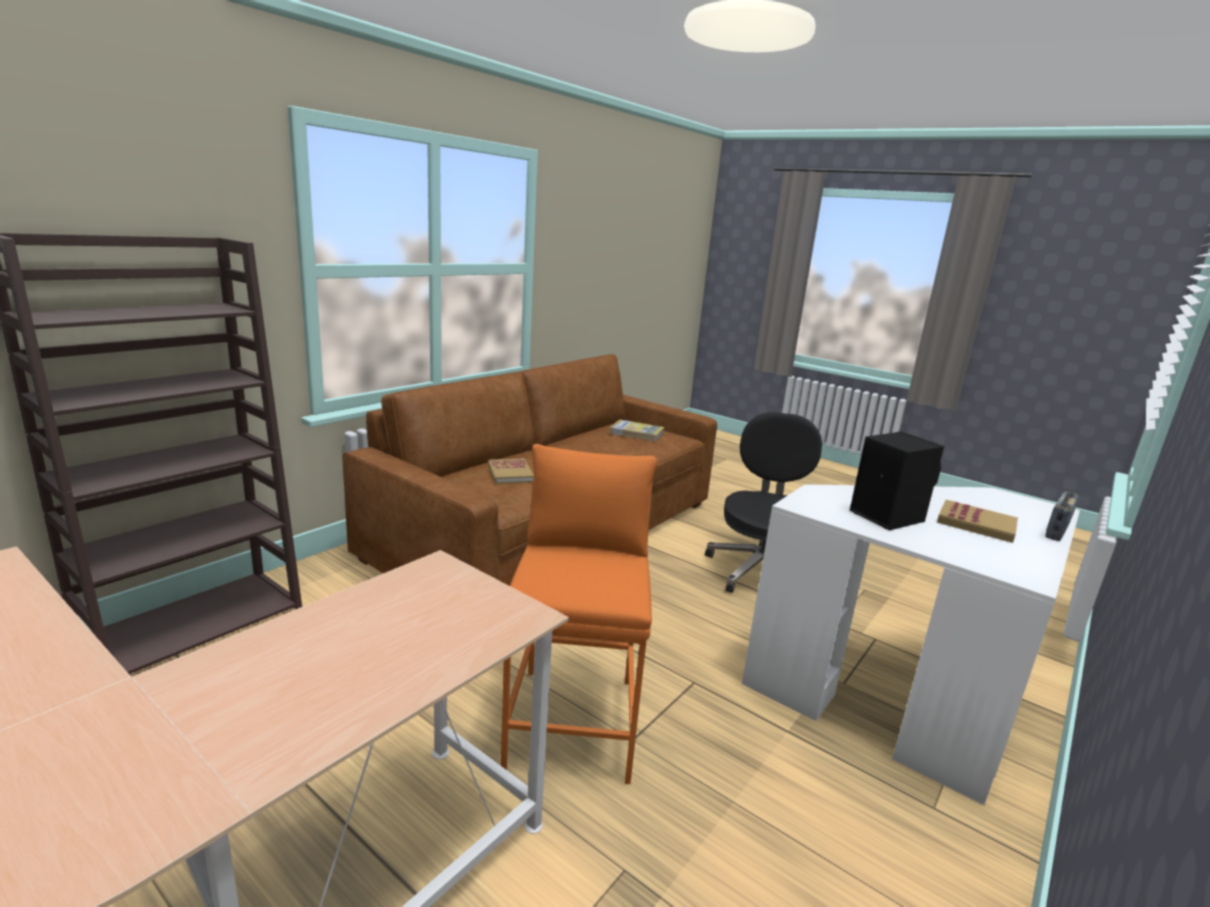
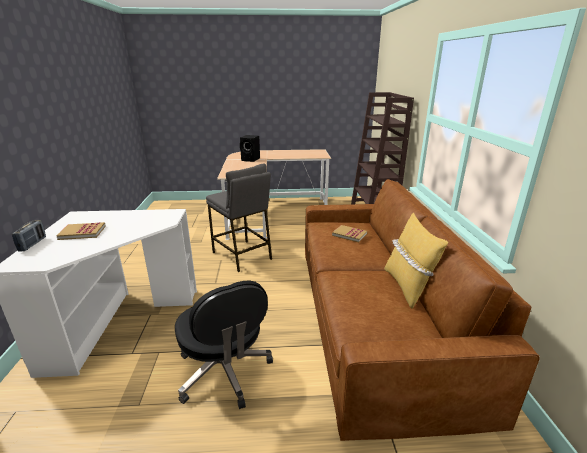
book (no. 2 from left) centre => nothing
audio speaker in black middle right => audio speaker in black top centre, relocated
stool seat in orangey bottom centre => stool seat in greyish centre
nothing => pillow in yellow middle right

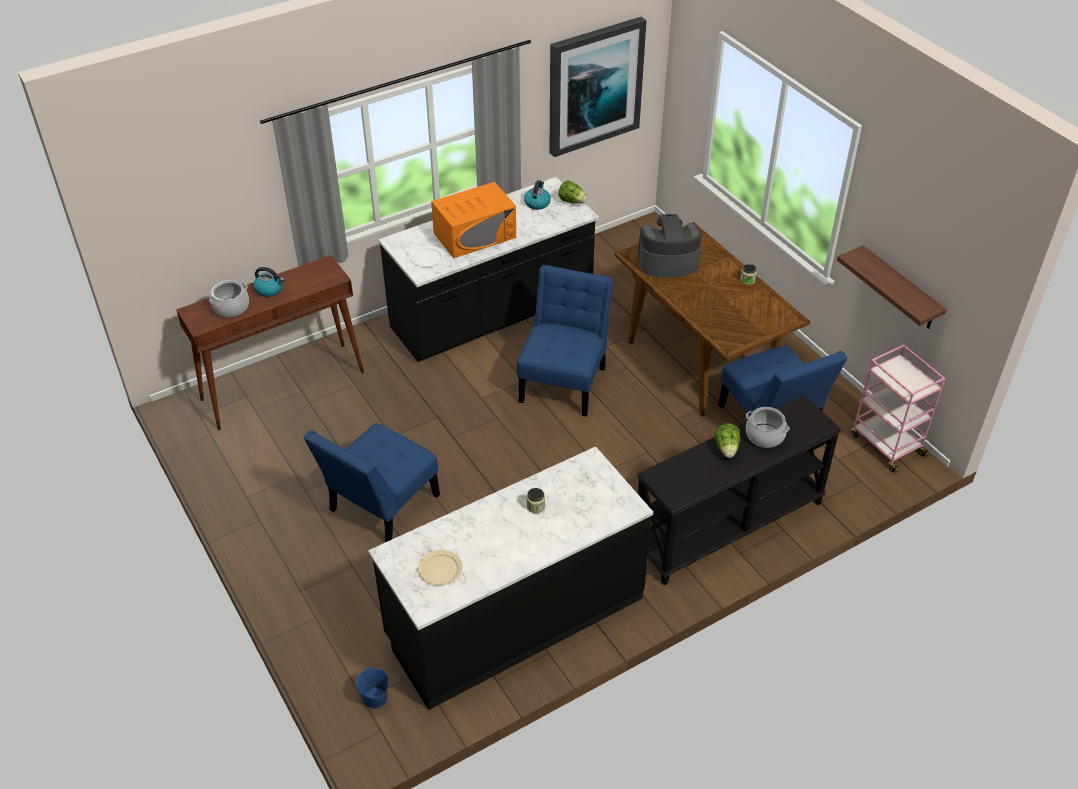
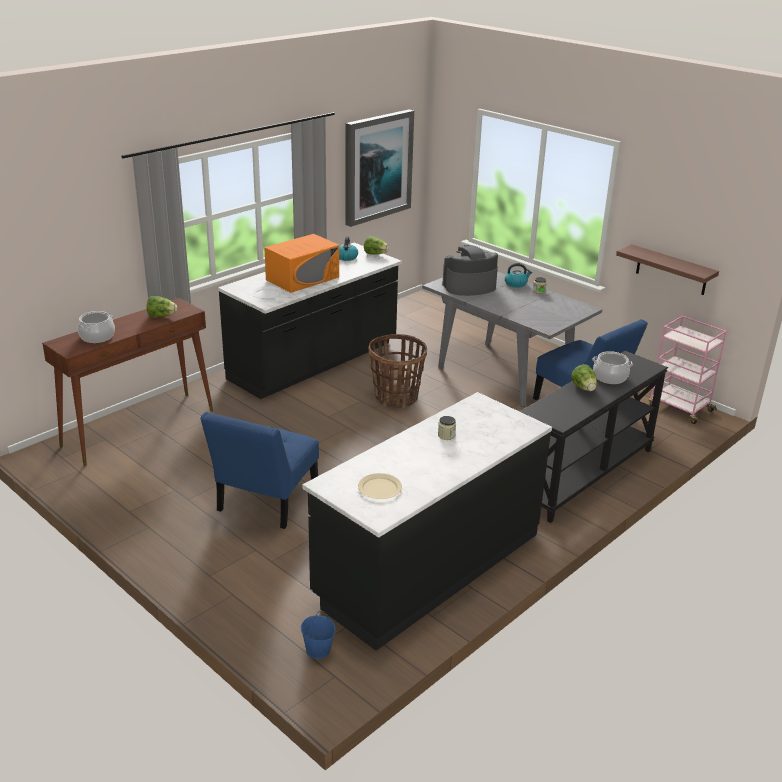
kitchen table in brown-coloured centre => kitchen table in greyish centre
plain chair in blue (no. 2 from left) centre => storage basket centre
tea kettle (no. 1 from left in the first image) middle left => tea kettle (no. 2 from left) centre, relocated
nothing => head of lettuce (no. 1 from left) middle left

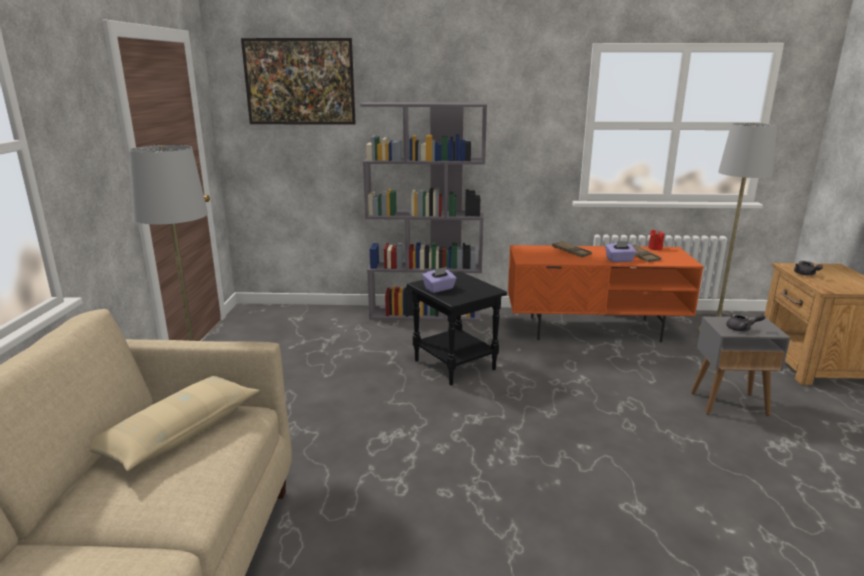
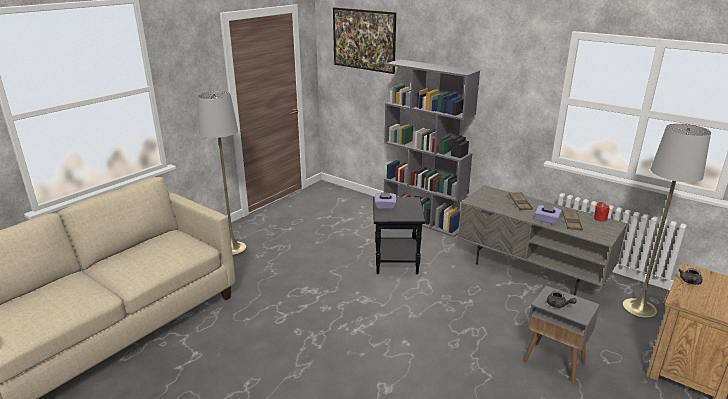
tv unit in orangey middle right => tv unit in greyish middle right
pillow in beige-coloured bottom left => nothing

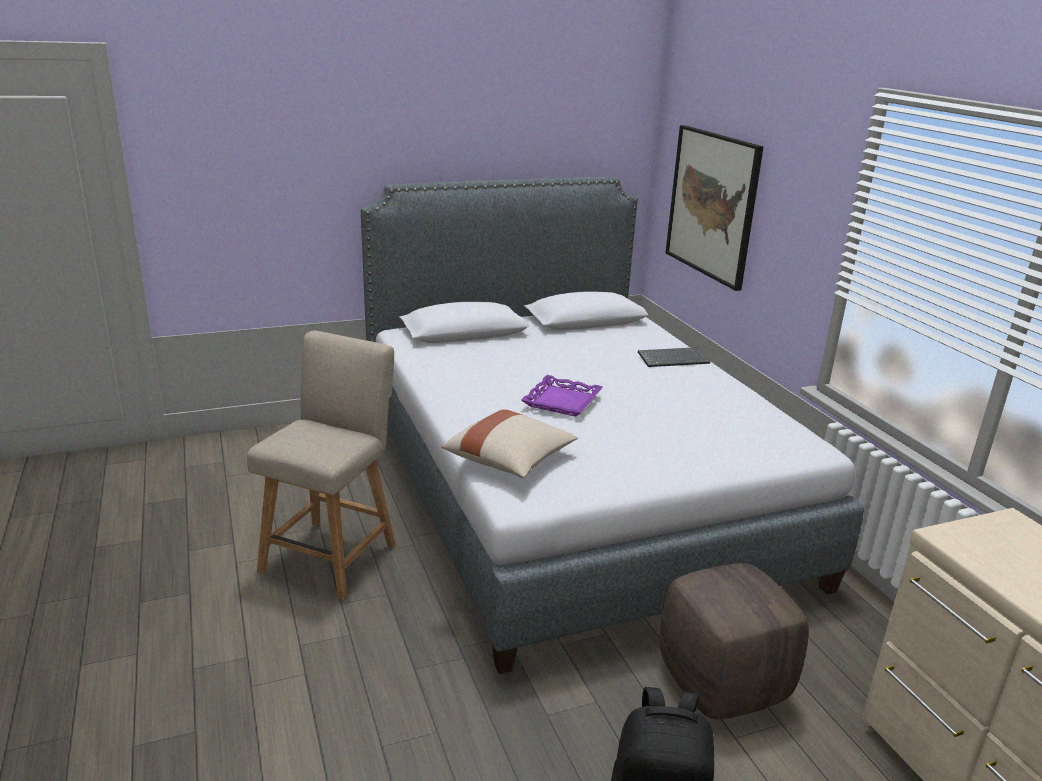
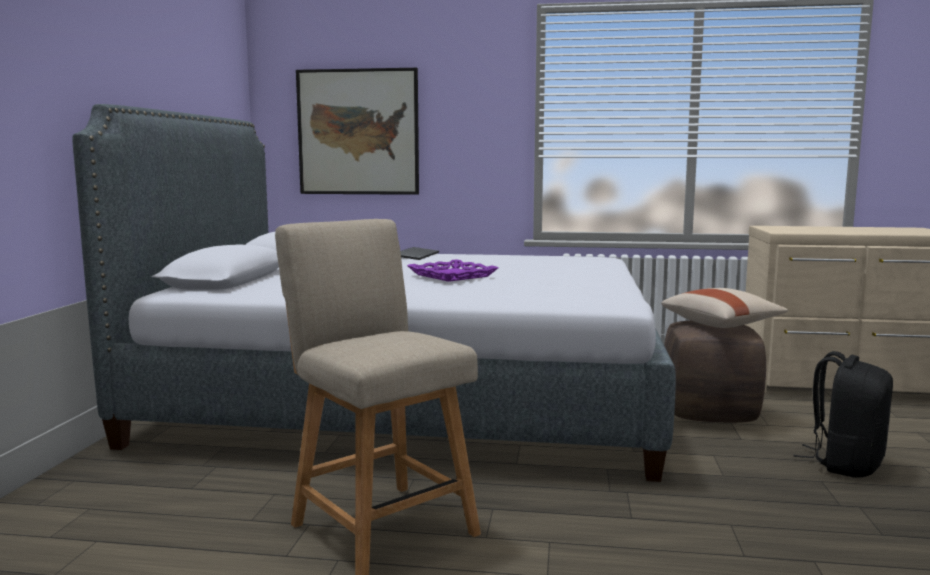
pillow in beige-coloured centre => pillow in beige-coloured middle right, relocated

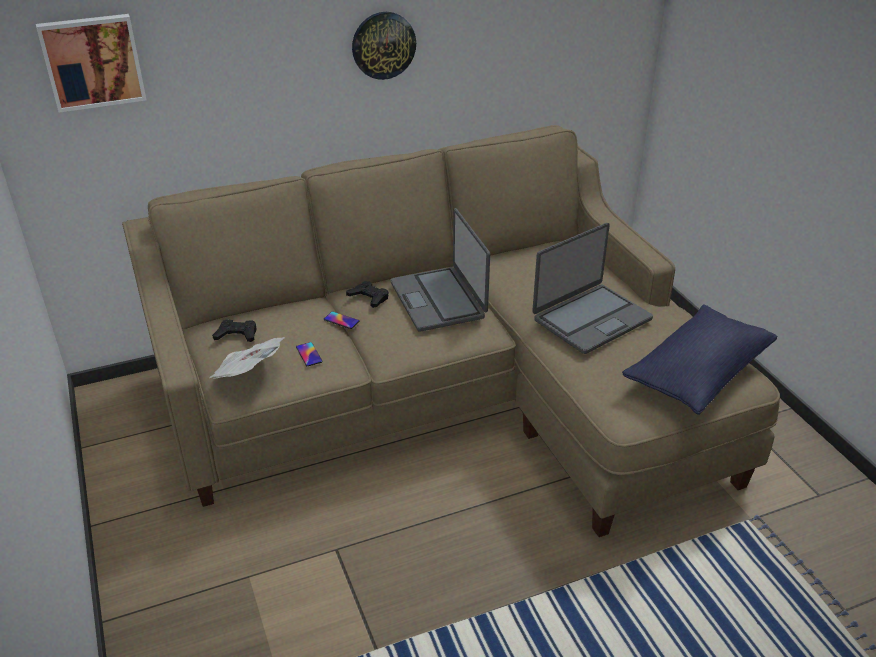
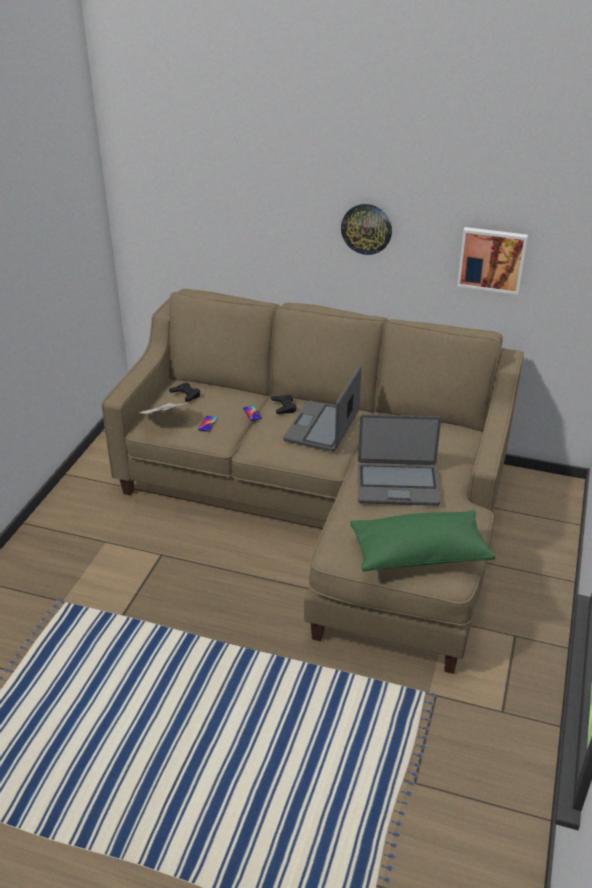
wall art top left => wall art top right, relocated
pillow in blue middle right => pillow in greenish middle right

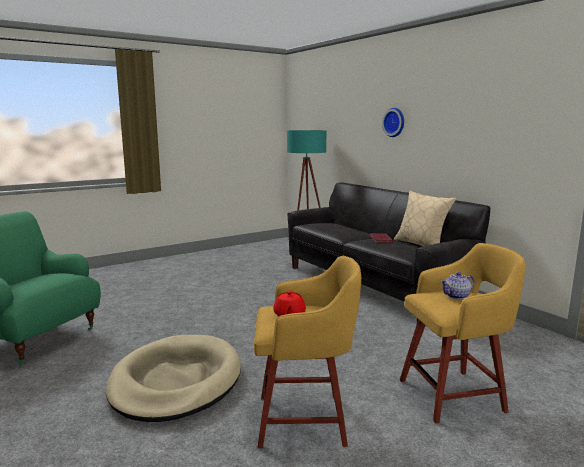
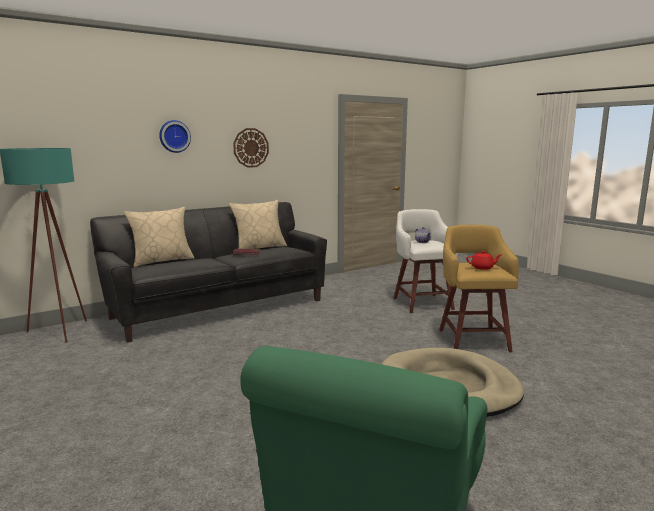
stool seat in yellow (no. 2 from left) bottom right => stool seat in white centre
nothing => clock on the wall (no. 2 from left) top centre
nothing => pillow in beige-coloured (no. 1 from left) middle left

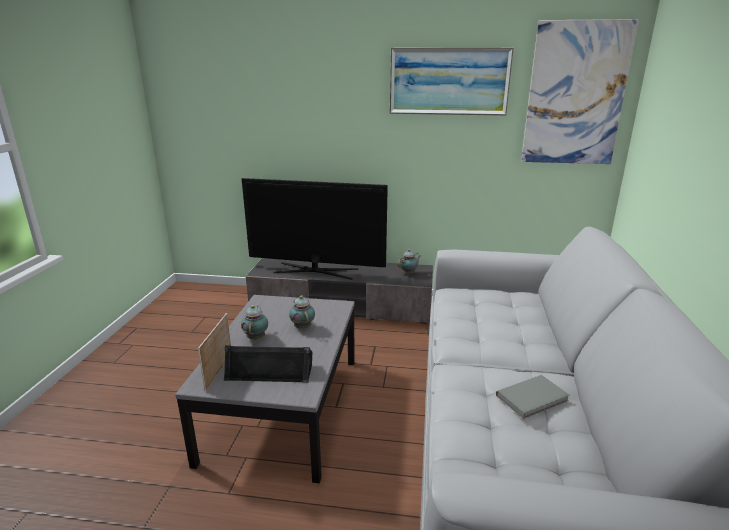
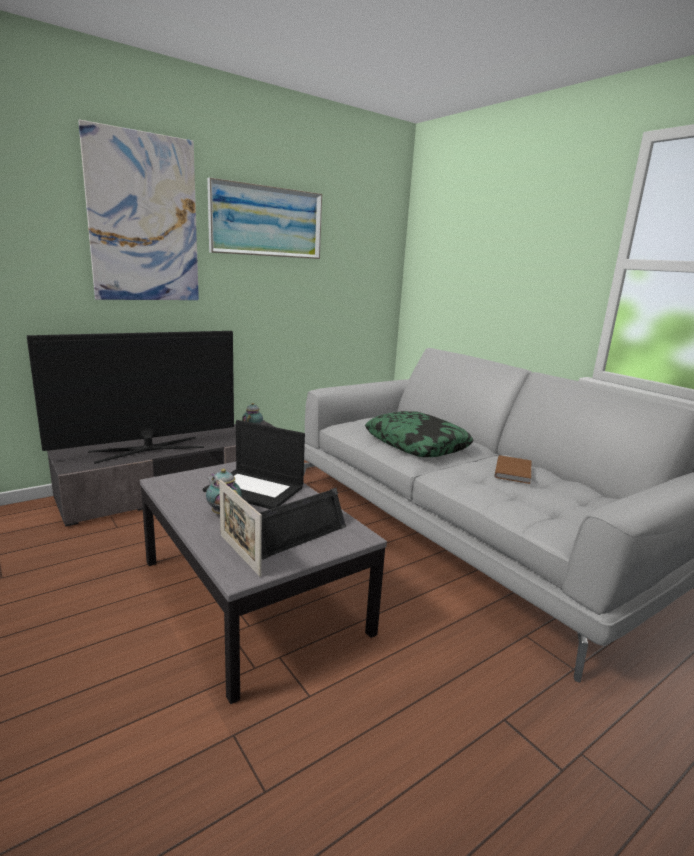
wall art (no. 2 from left in the first image) top right => wall art (no. 1 from left) top left, relocated
teapot (no. 2 from left) centre => laptop centre
book in greyish bottom right => book in brown-coloured middle right
nothing => pillow centre

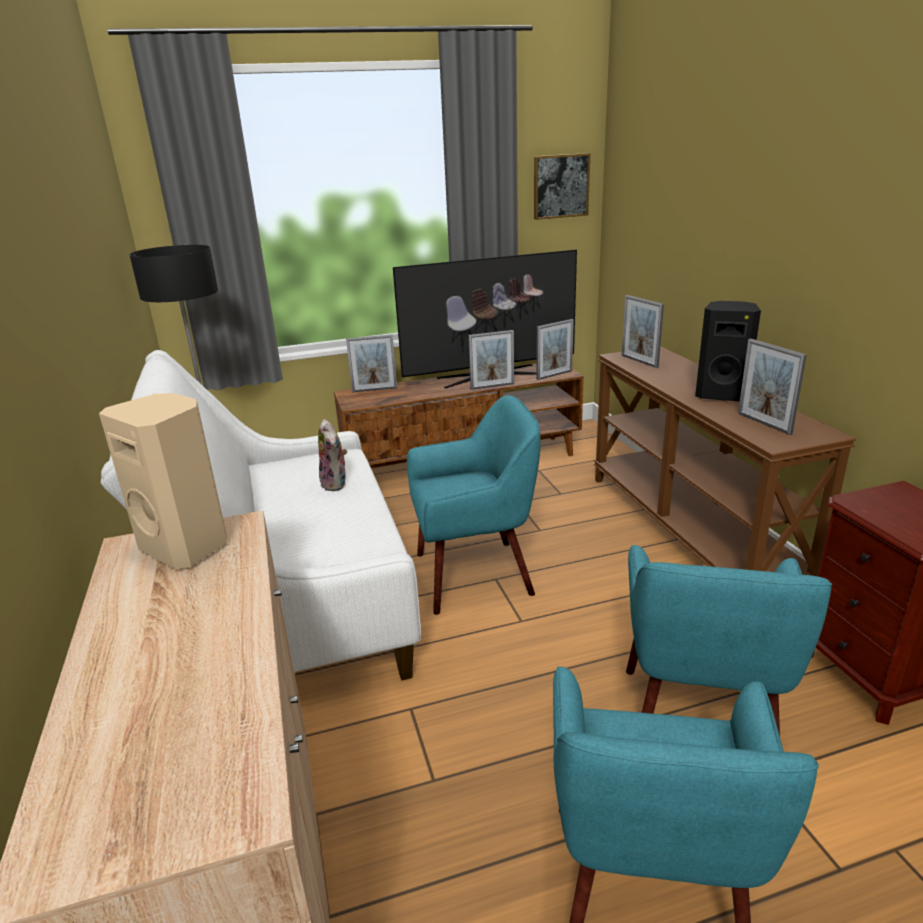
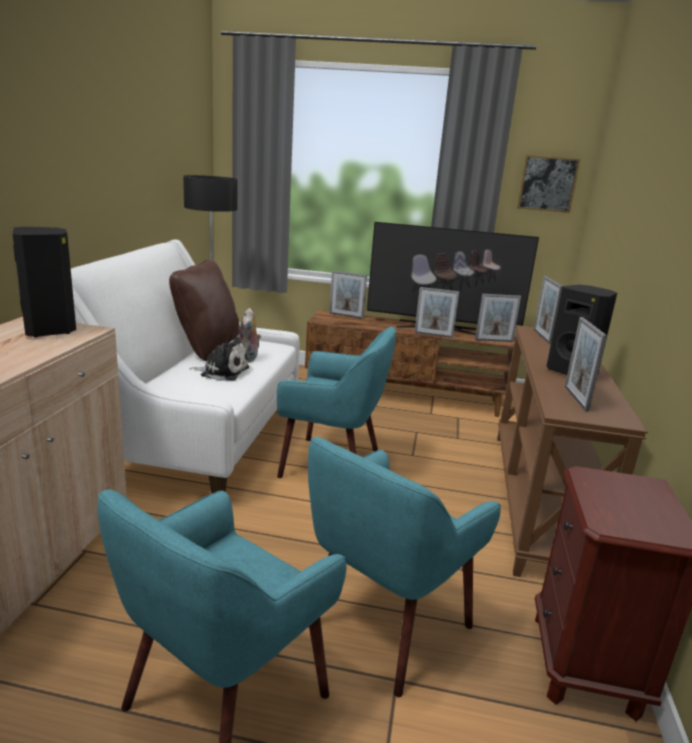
audio speaker in beige-coloured middle left => audio speaker in black (no. 1 from left) middle left
nothing => pillow in brown-coloured middle left
nothing => plush toy (no. 1 from left) middle left

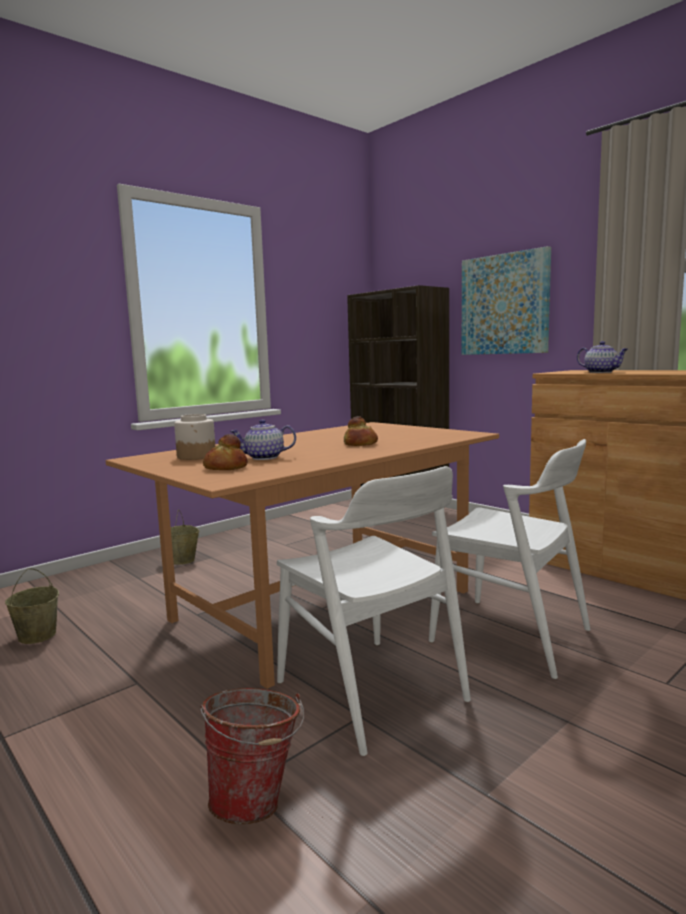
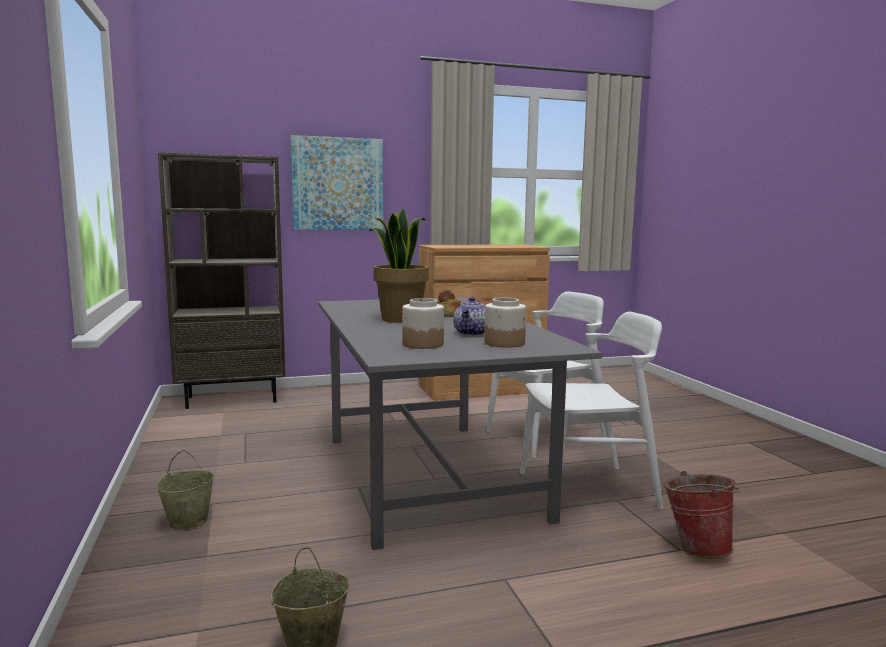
teapot (no. 2 from left) middle right => nothing
kitchen table in brown-coloured centre => kitchen table in greyish centre
bread (no. 1 from left) middle left => storage jar (no. 2 from left) centre
nothing => houseplant centre

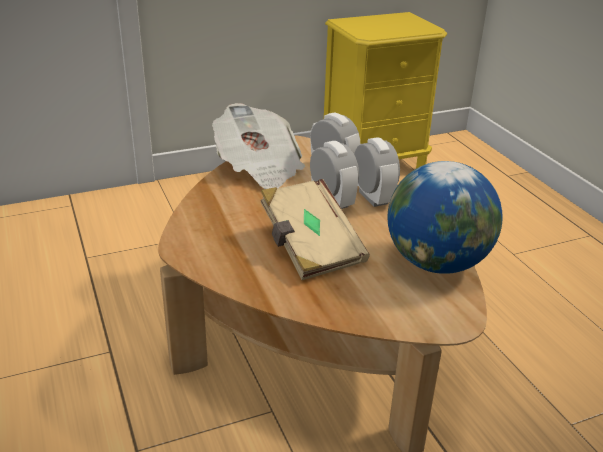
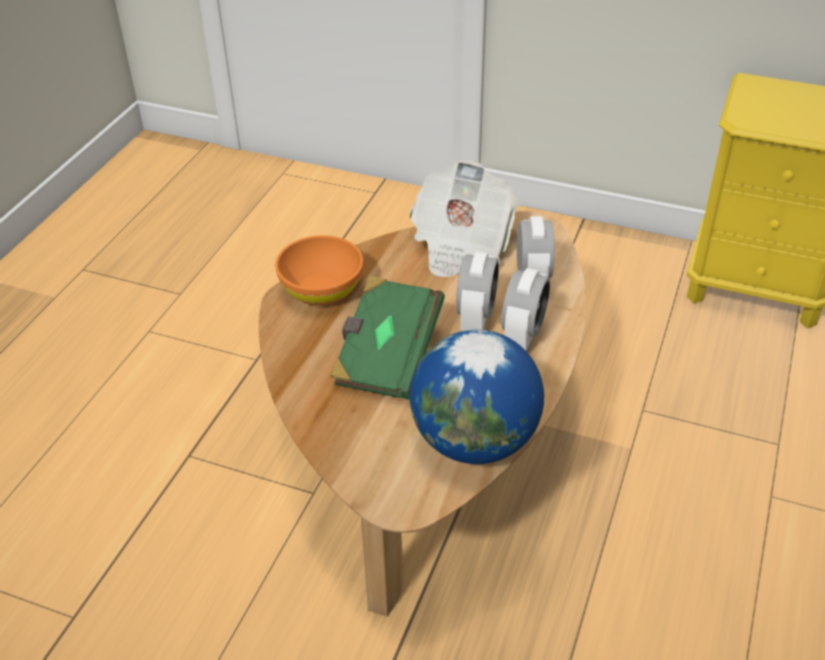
book in beige-coloured centre => book in greenish centre
nothing => bowl in orangey centre

